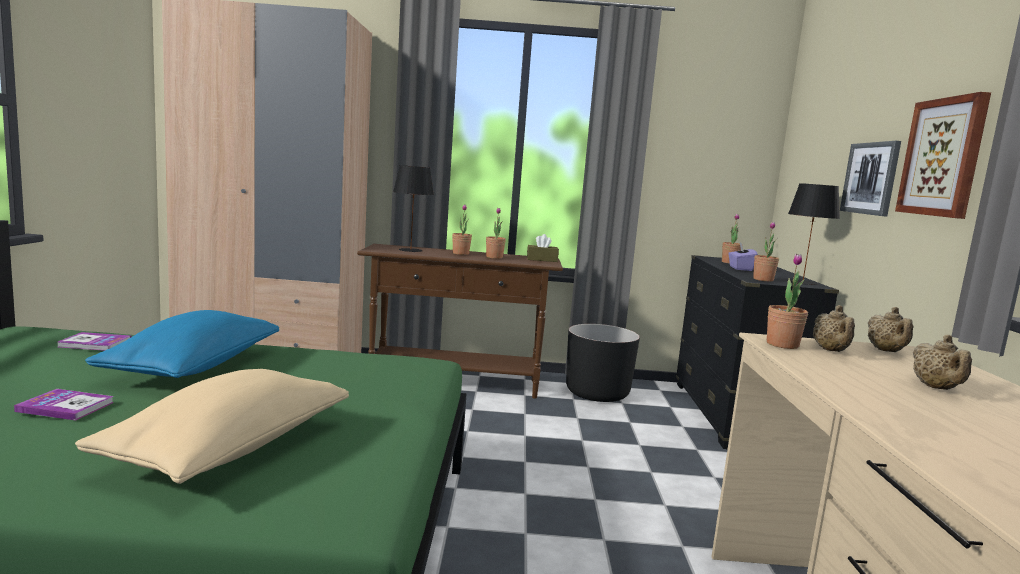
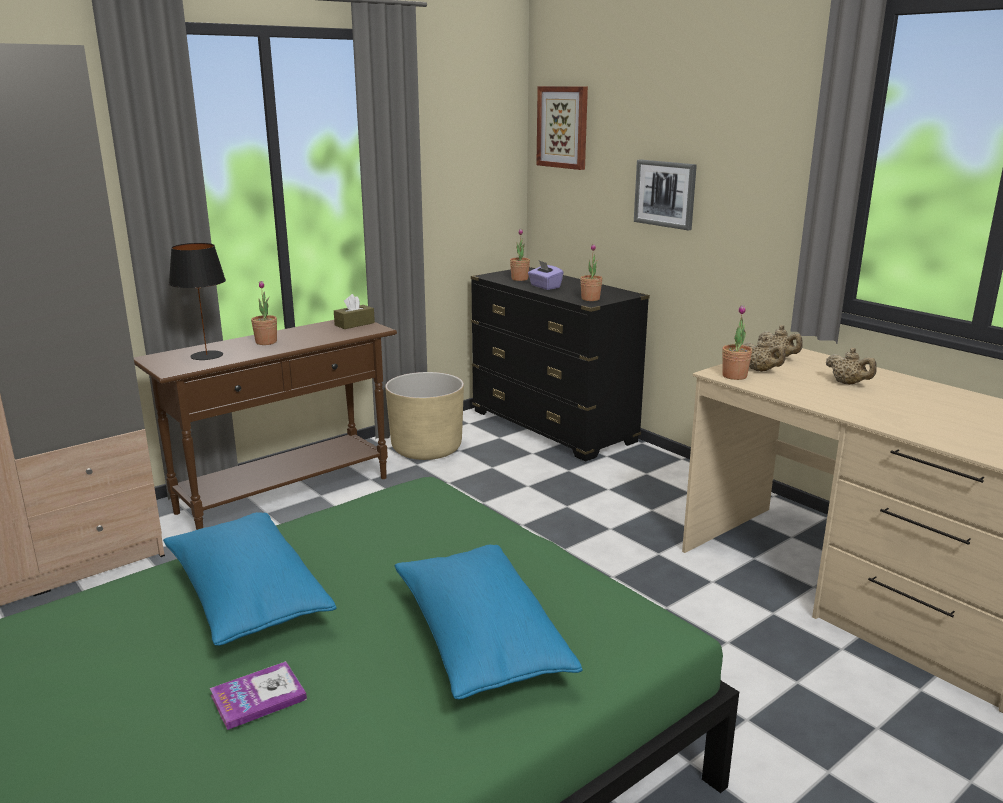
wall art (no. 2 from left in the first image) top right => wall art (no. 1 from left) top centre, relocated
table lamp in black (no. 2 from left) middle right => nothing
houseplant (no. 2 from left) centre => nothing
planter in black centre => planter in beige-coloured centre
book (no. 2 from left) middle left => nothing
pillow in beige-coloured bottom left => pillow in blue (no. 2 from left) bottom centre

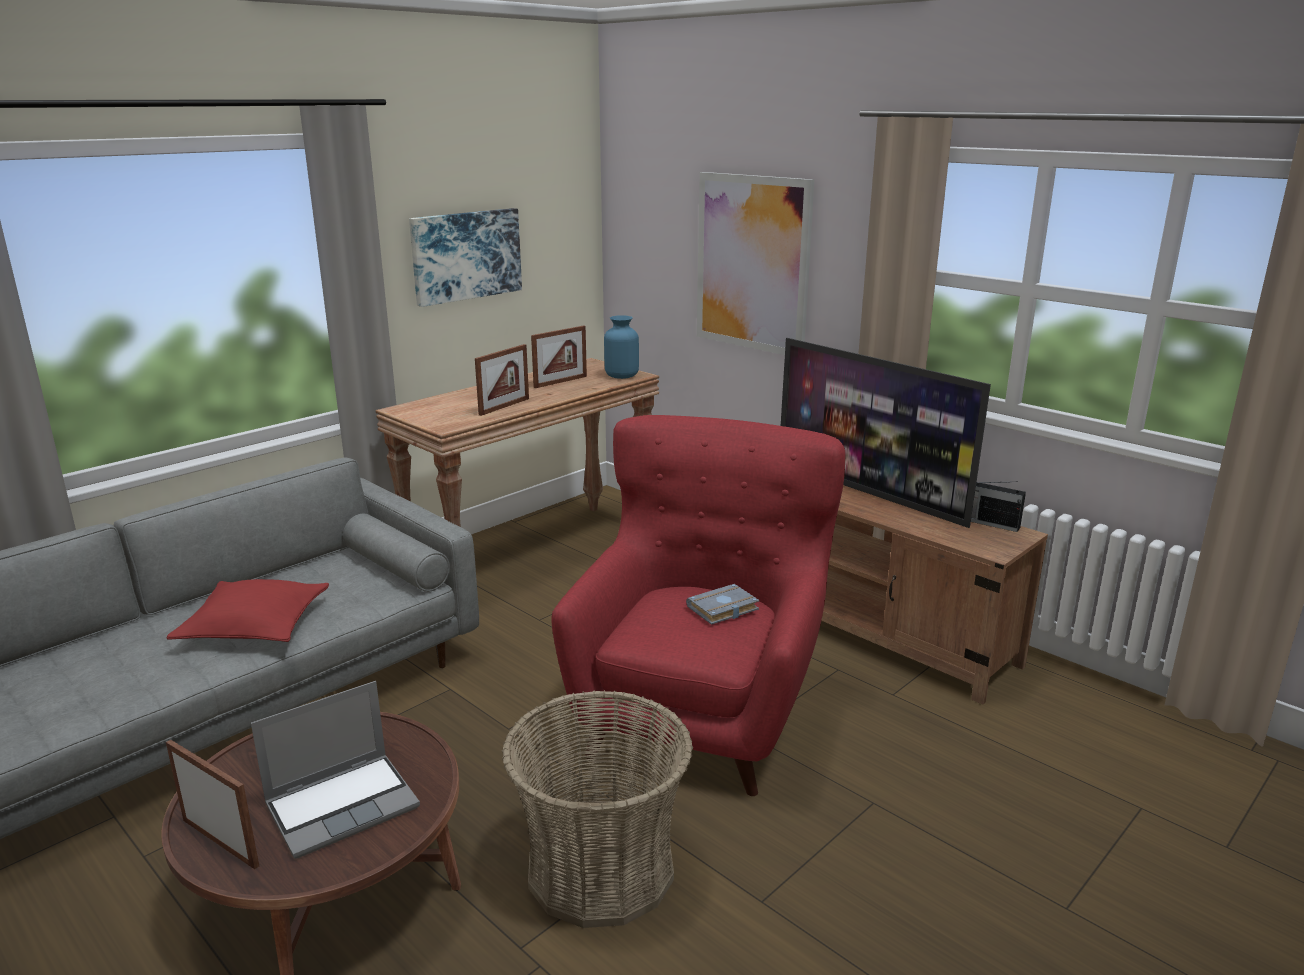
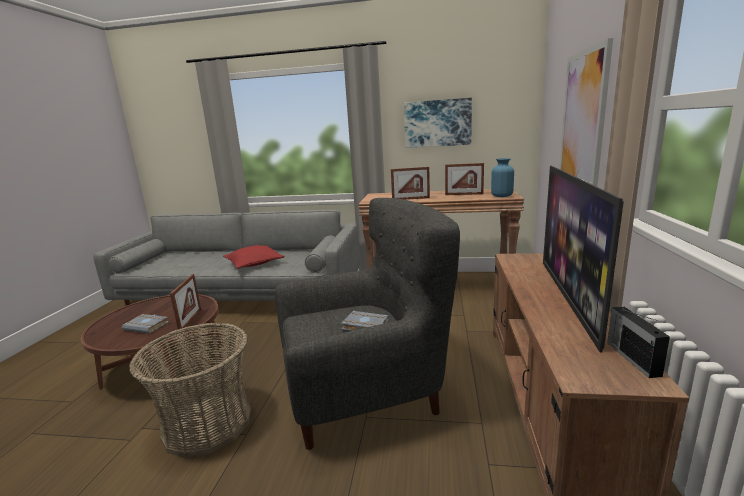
easy chair in reddish centre => easy chair in greyish centre
laptop bottom left => book in greyish (no. 1 from left) middle left
photo frame (no. 1 from left) bottom left => photo frame (no. 1 from left) middle left, relocated

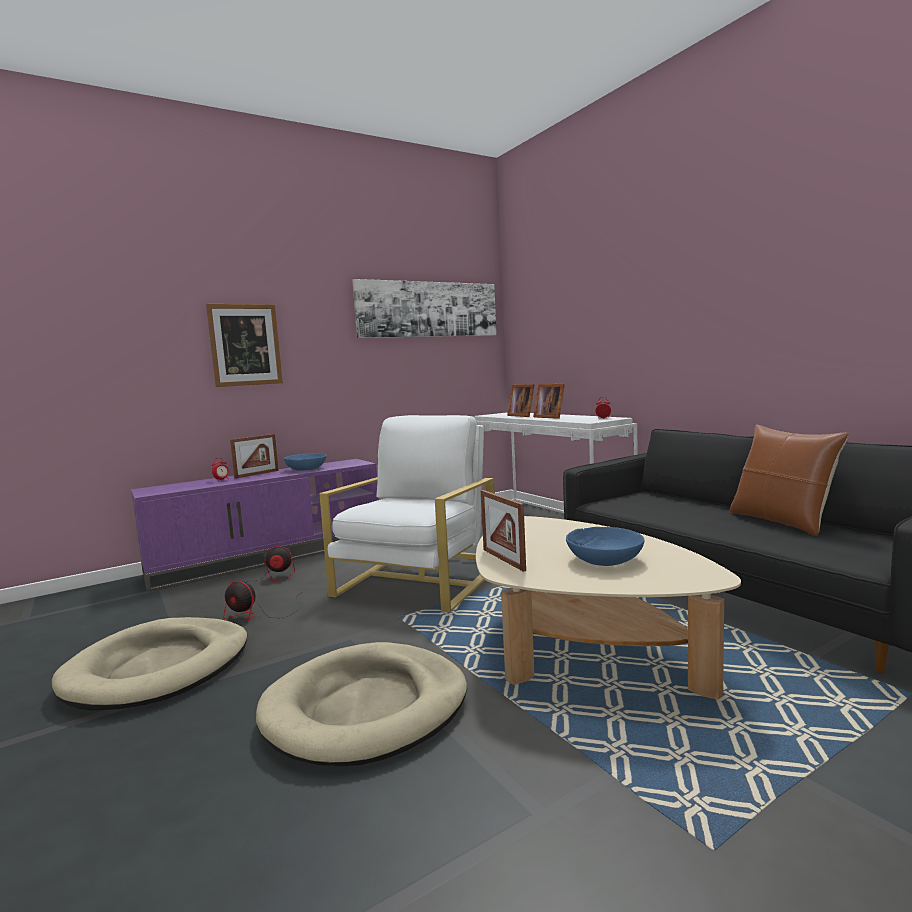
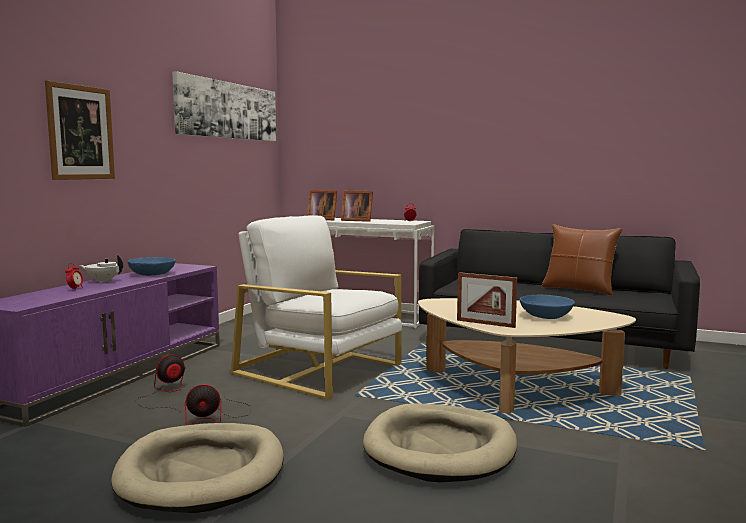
easy chair in white centre, 45 degrees counterclockwise
photo frame (no. 1 from left) middle left => teapot in white middle left

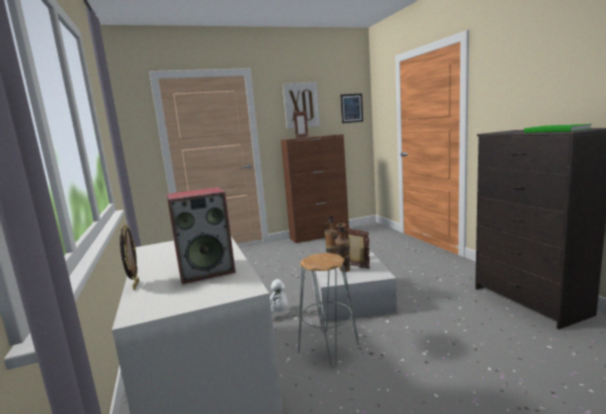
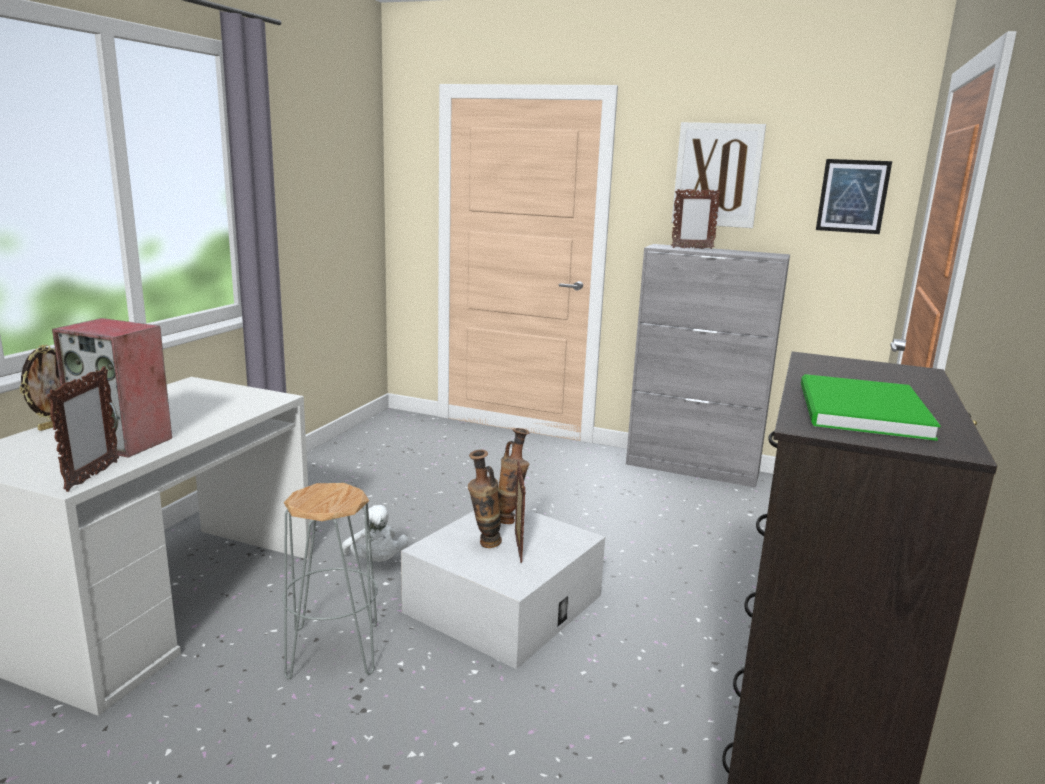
storage cabinet in brown-coloured centre => storage cabinet in greyish middle right
nothing => photo frame (no. 2 from left) middle left

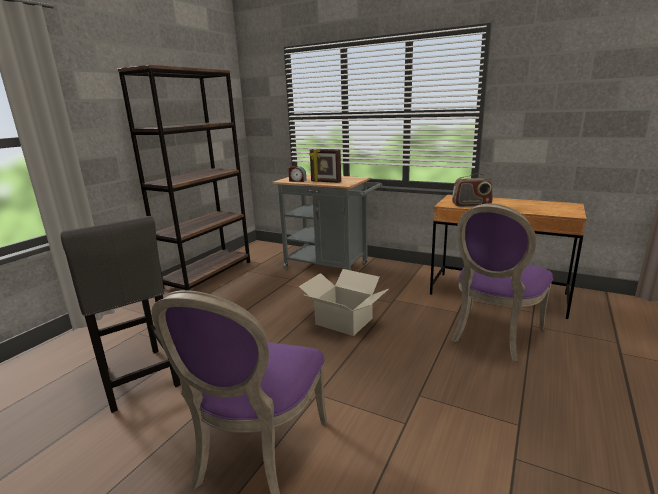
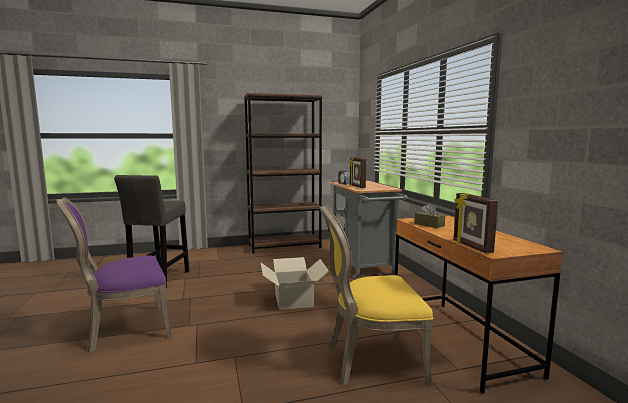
radio receiver middle right => tissue box in brown-coloured middle right
plain chair in purplish (no. 2 from left) middle right => plain chair in yellow bottom centre
nothing => photo frame (no. 2 from left) middle right

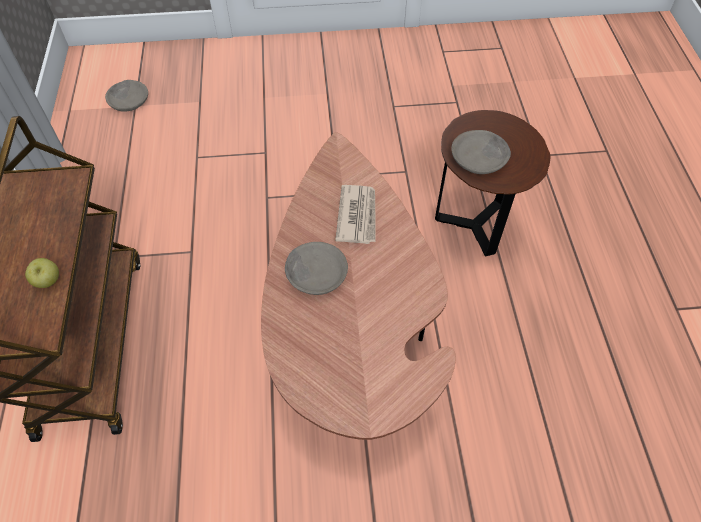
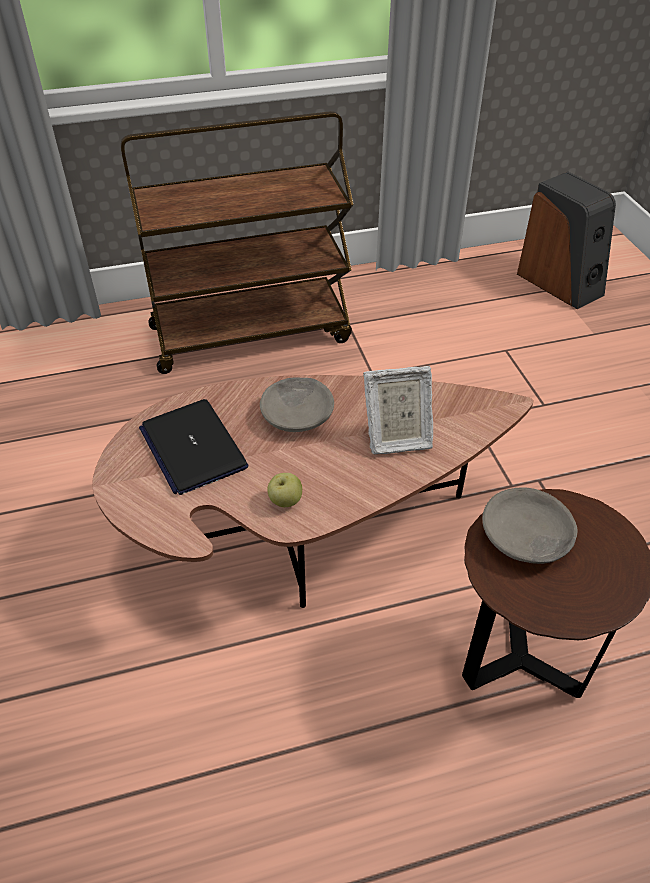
bowl in greyish (no. 1 from left) top left => audio speaker top right
printed paper centre => photo frame centre
apple middle left => apple centre, relocated
nothing => laptop middle left

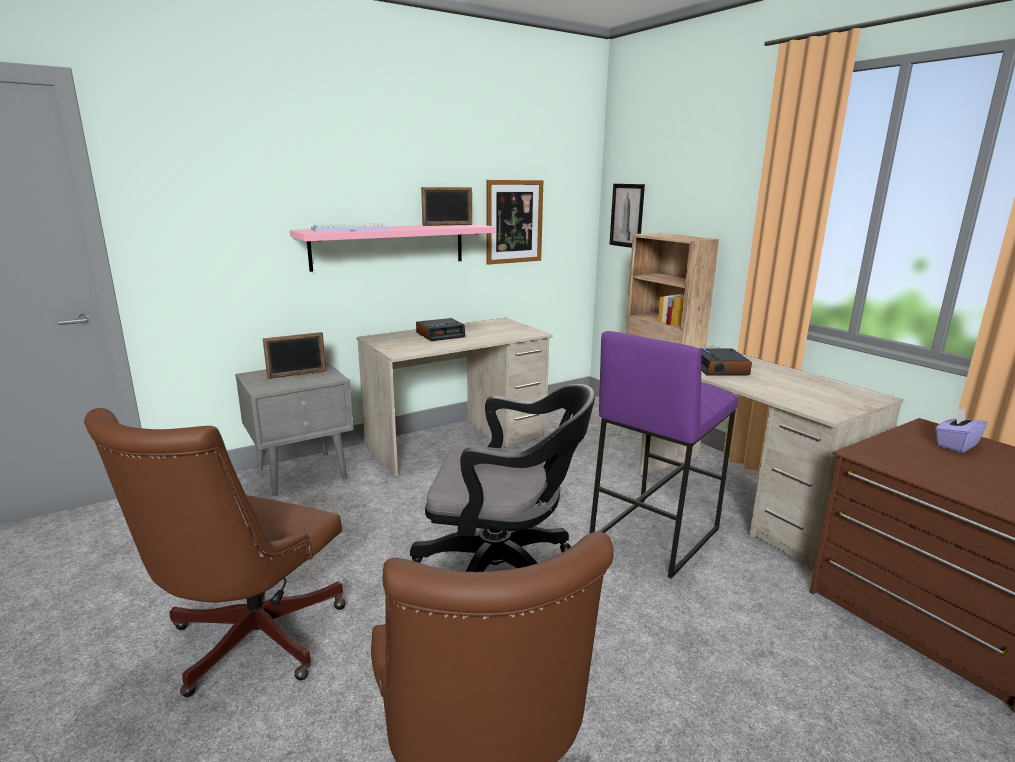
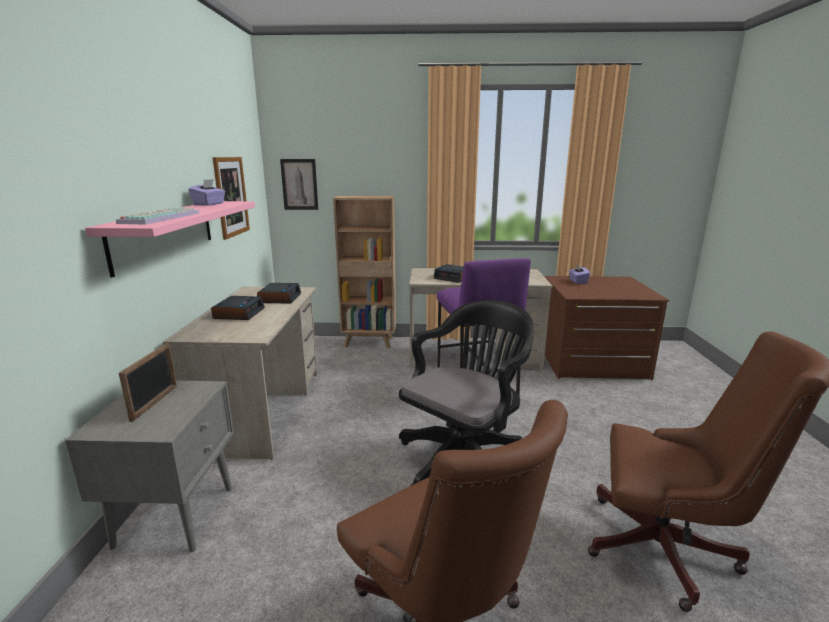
photo frame (no. 2 from left) top centre => tissue box in purplish (no. 1 from left) top left
nothing => table clock (no. 2 from left) centre

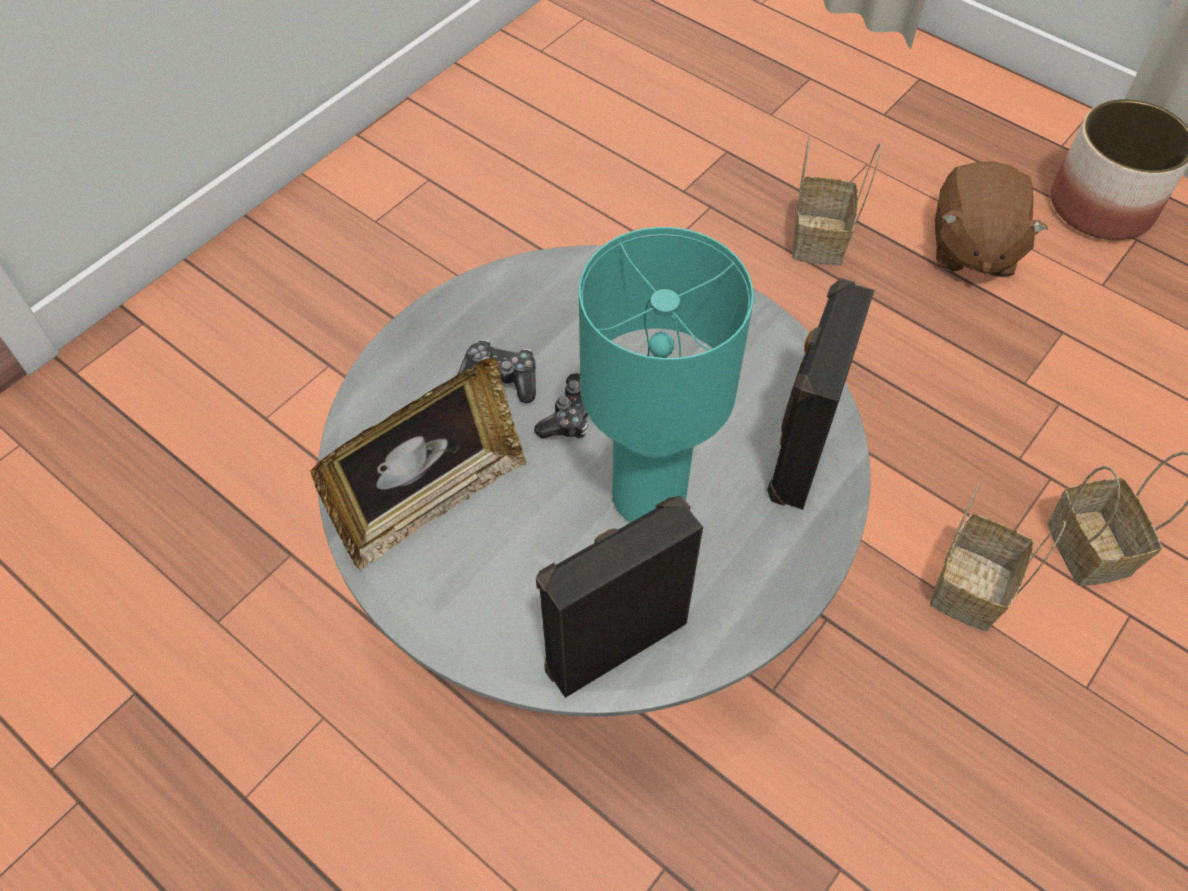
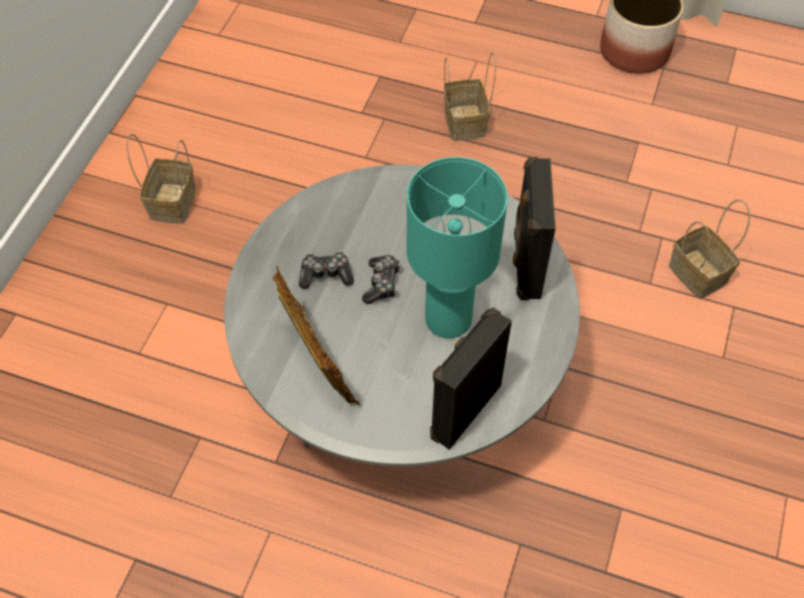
plush toy in brown-coloured top right => nothing
photo frame centre, 60 degrees counterclockwise
storage basket (no. 2 from left in the first image) middle right => storage basket (no. 1 from left) top left, relocated

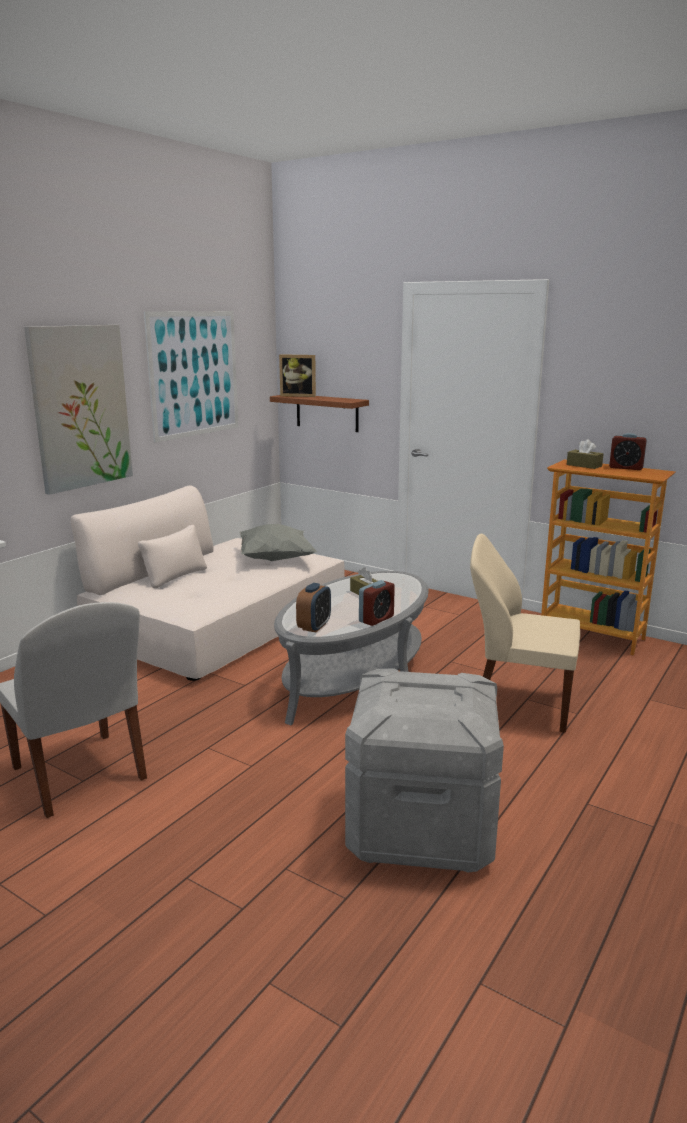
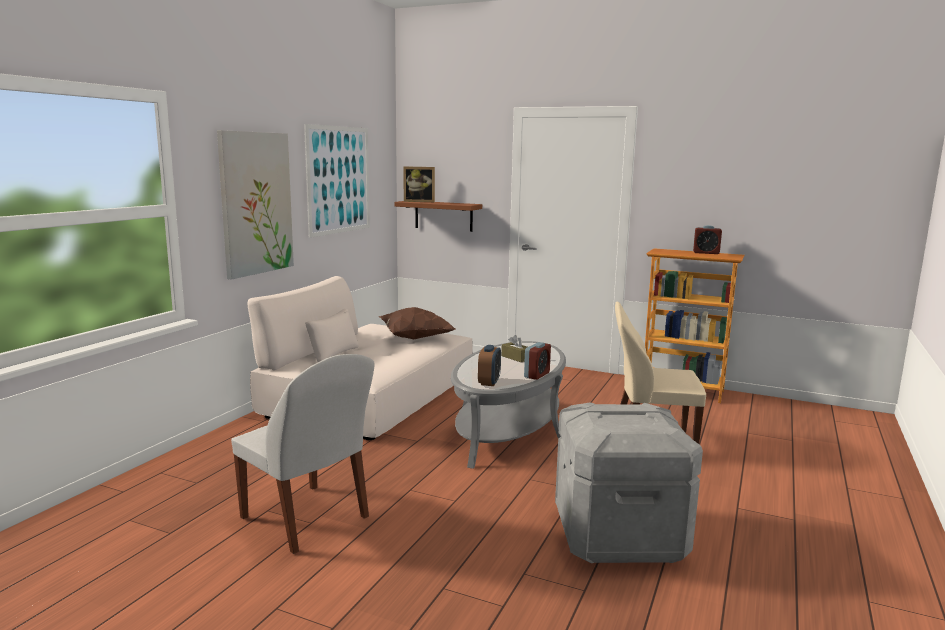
tissue box in brown-coloured (no. 2 from left) middle right => nothing
pillow in greyish centre => pillow in brown-coloured centre

